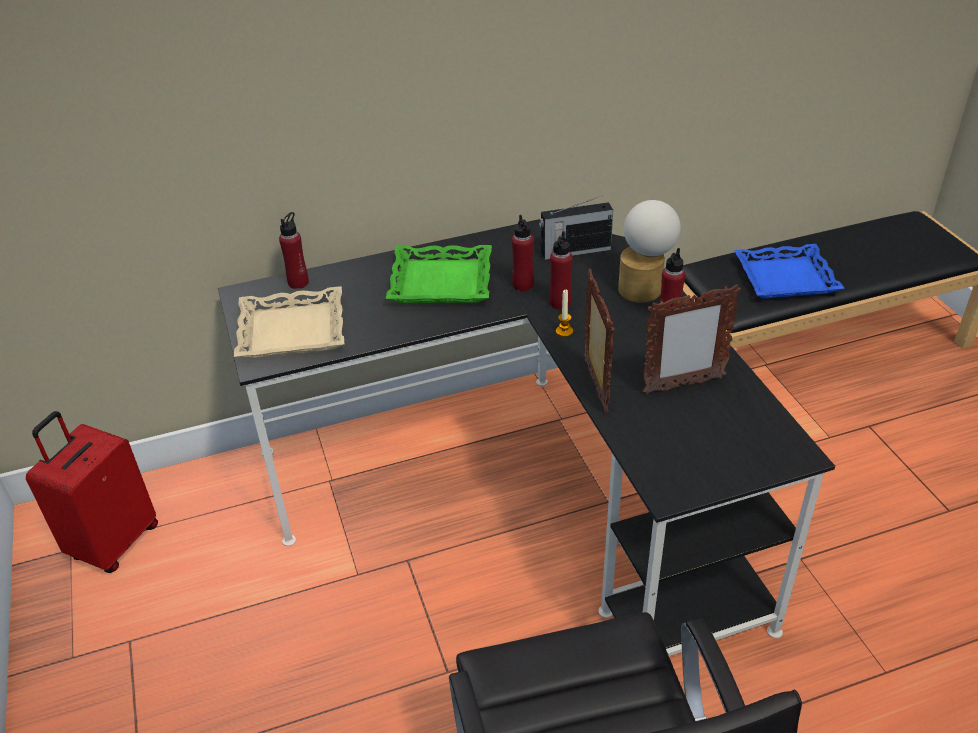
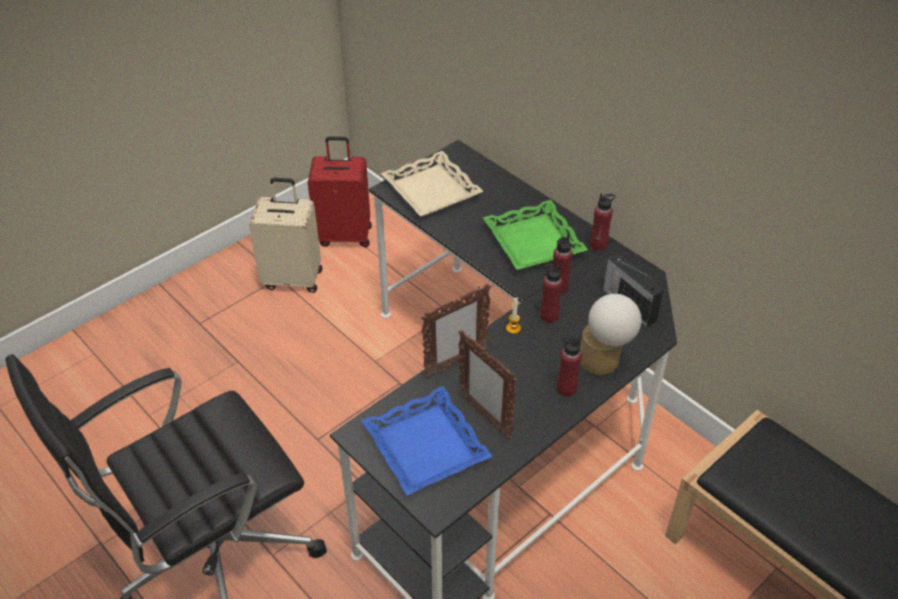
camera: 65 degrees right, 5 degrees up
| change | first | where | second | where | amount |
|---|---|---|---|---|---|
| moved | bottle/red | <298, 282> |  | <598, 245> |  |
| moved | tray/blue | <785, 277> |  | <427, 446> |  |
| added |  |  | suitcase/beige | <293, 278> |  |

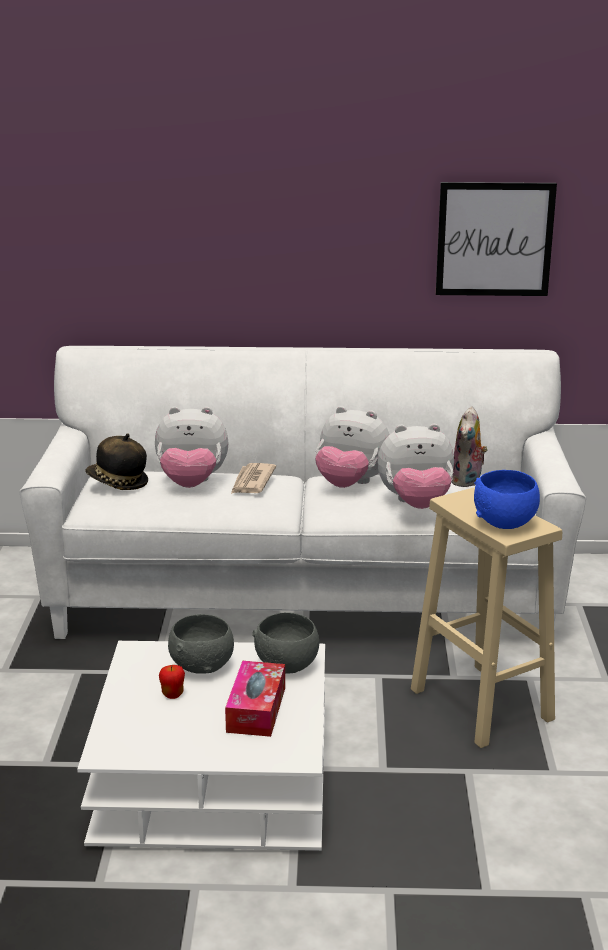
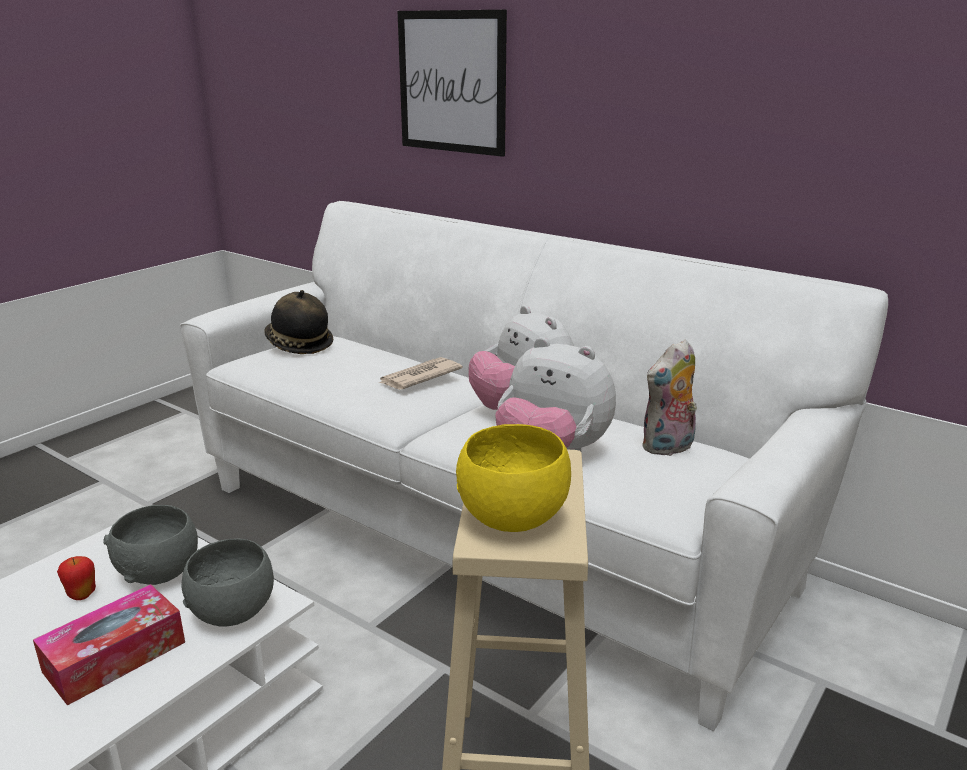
camera: 35 degrees right, 0 degrees up
| change | first | where | second | where | amount |
|---|---|---|---|---|---|
| moved | picture | <494, 239> |  | <452, 82> |  |
| removed | plush toy | <192, 484> |  |  |  |
| recoloured | bowl/blue | <505, 523> | bowl/yellow | <513, 518> |  |

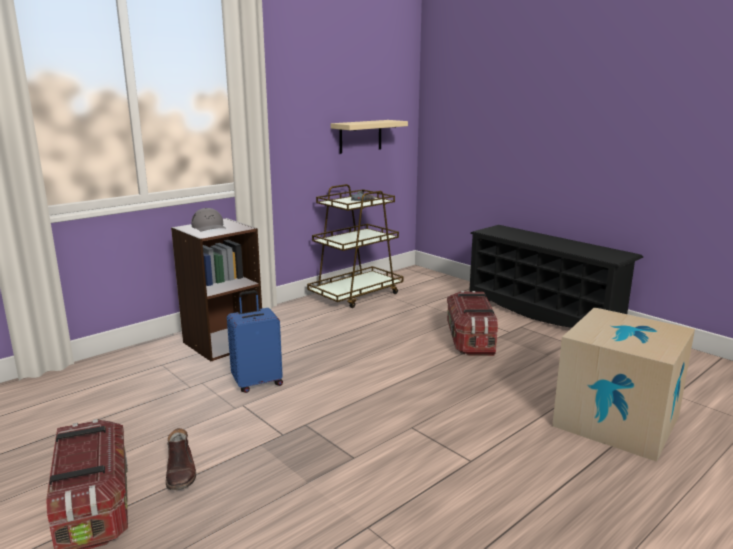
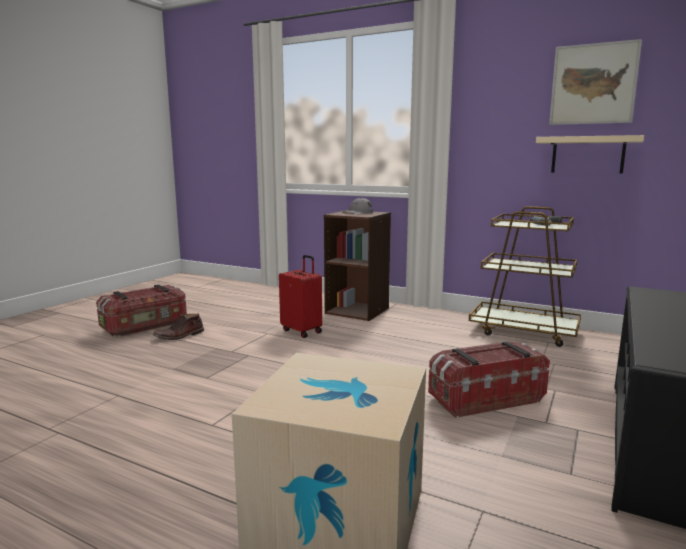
camera: 70 degrees right, 5 degrees down
| change | first | where | second | where | amount |
|---|---|---|---|---|---|
| recoloured | suitcase/blue | <257, 383> | suitcase/red | <302, 331> |  |
| added |  |  | picture | <593, 84> |  |

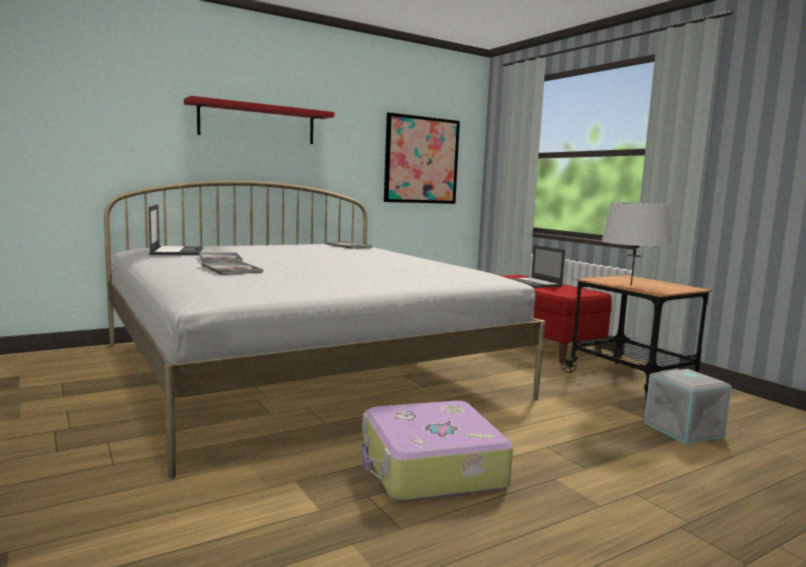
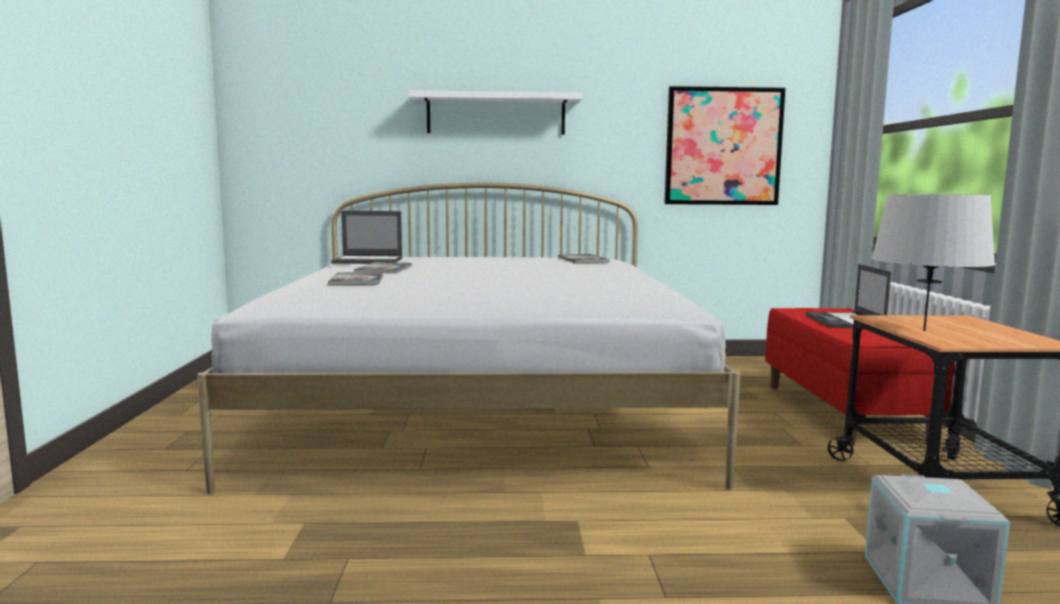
camera: 30 degrees right, 0 degrees up
| change | first | where | second | where | amount |
|---|---|---|---|---|---|
| recoloured | shelf/red | <257, 123> | shelf/white | <496, 114> |  |
| turned | laptop | <177, 251> |  | <368, 261> | 75 degrees clockwise |
| removed | suitcase | <431, 468> |  |  |  |

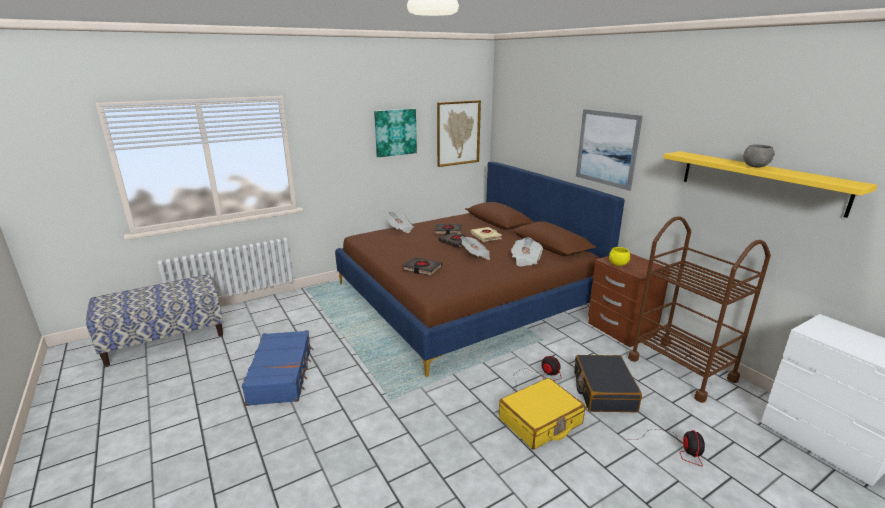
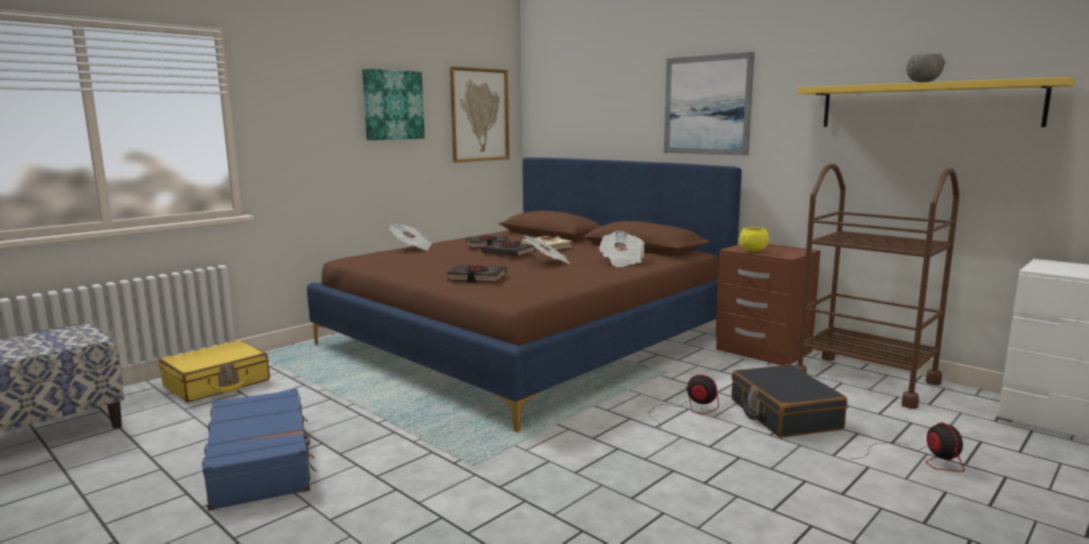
camera: 15 degrees left, 10 degrees down
| change | first | where | second | where | amount |
|---|---|---|---|---|---|
| moved | suitcase/yellow | <540, 421> |  | <217, 384> |  |

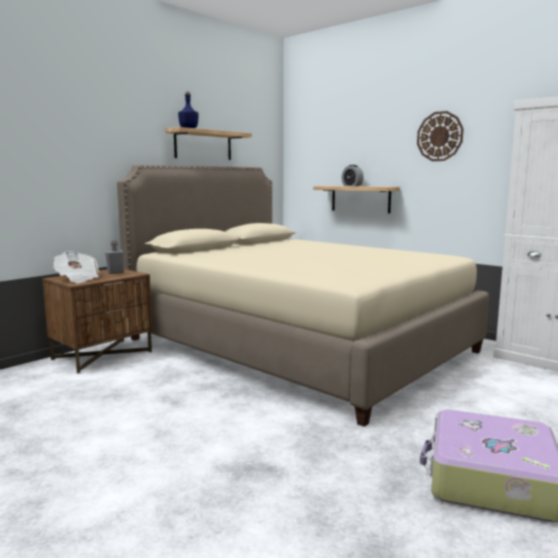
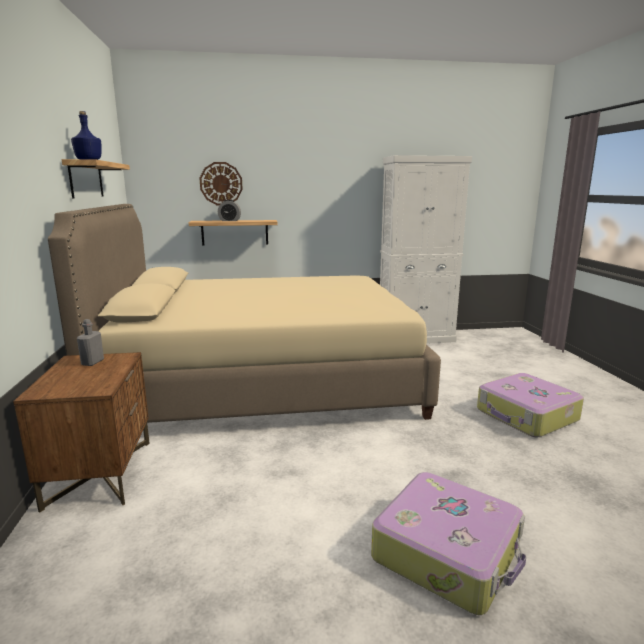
camera: 50 degrees left, 5 degrees up
| change | first | where | second | where | amount |
|---|---|---|---|---|---|
| moved | wall clock | <439, 136> |  | <221, 183> |  |
| removed | newspaper | <77, 279> |  |  |  |
| added |  |  | suitcase | <448, 552> |  |

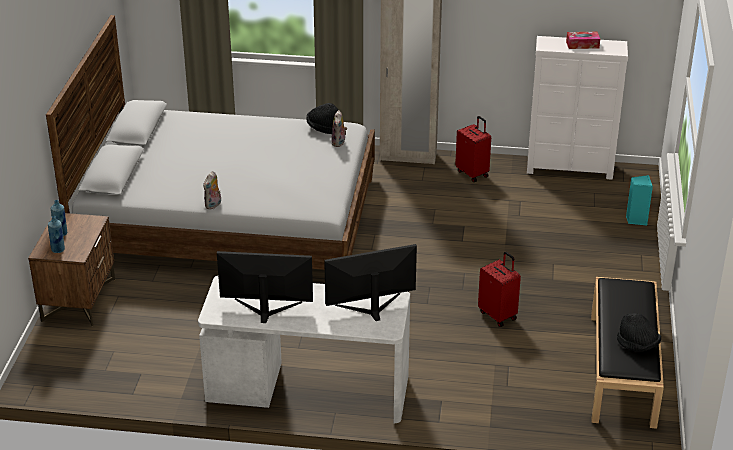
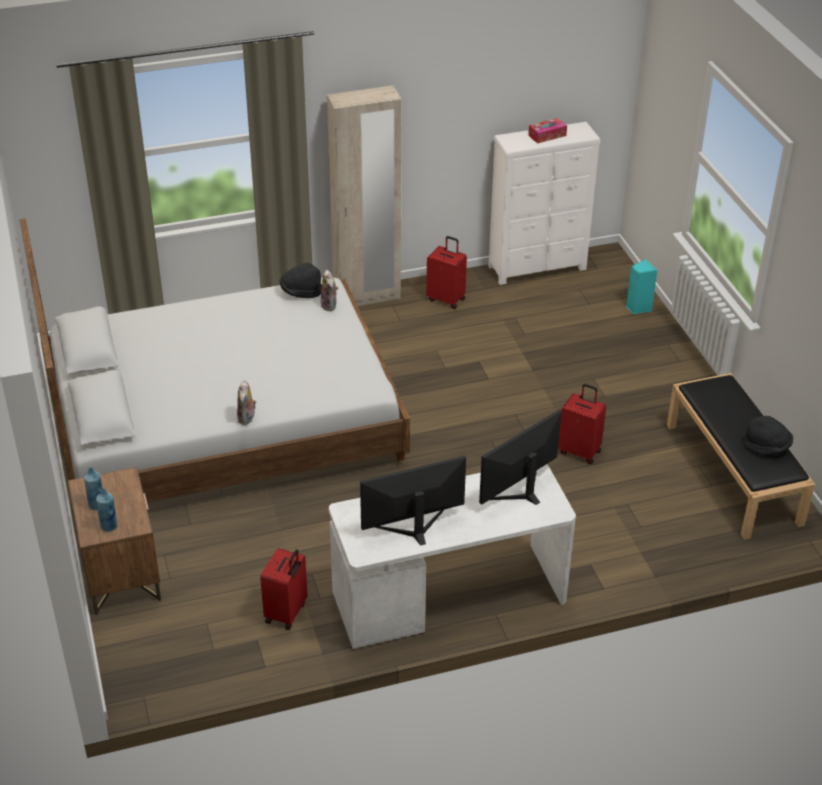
camera: 25 degrees left, 5 degrees up
| change | first | where | second | where | amount |
|---|---|---|---|---|---|
| added |  |  | suitcase/red | <287, 613> |  |

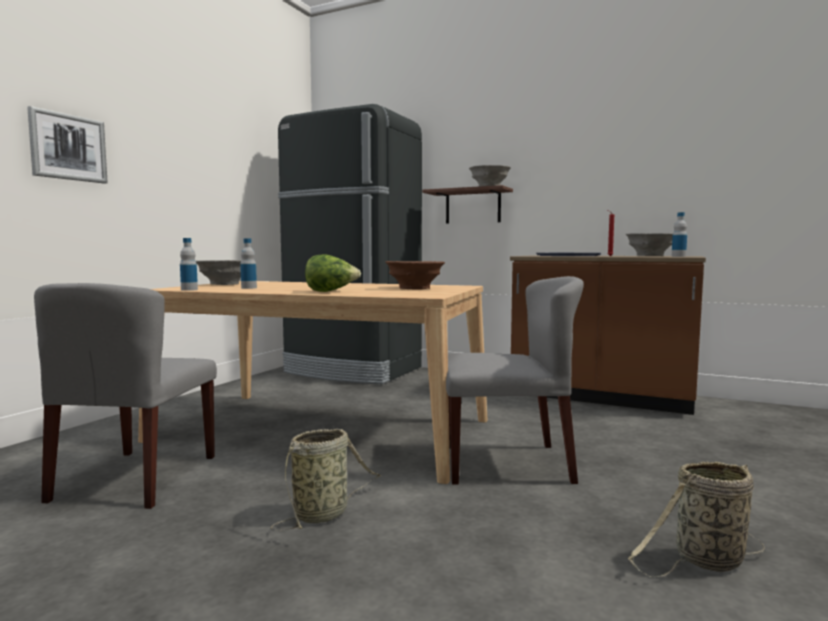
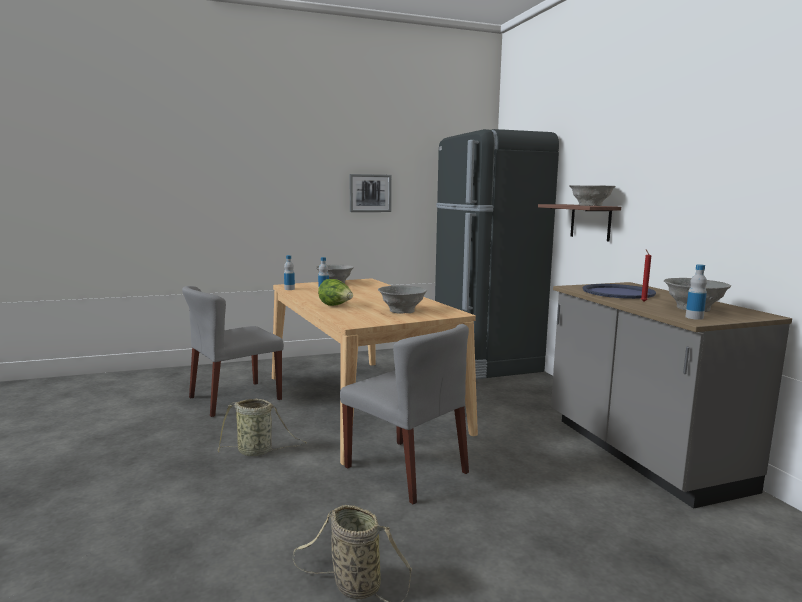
camera: 45 degrees right, 5 degrees up
| change | first | where | second | where | amount |
|---|---|---|---|---|---|
| moved | picture | <68, 147> |  | <370, 193> |  |
| recoloured | counter/brown | <601, 397> | counter/grey | <640, 454> |  |
| recoloured | bowl/brown | <414, 288> | bowl/grey | <402, 311> |  |

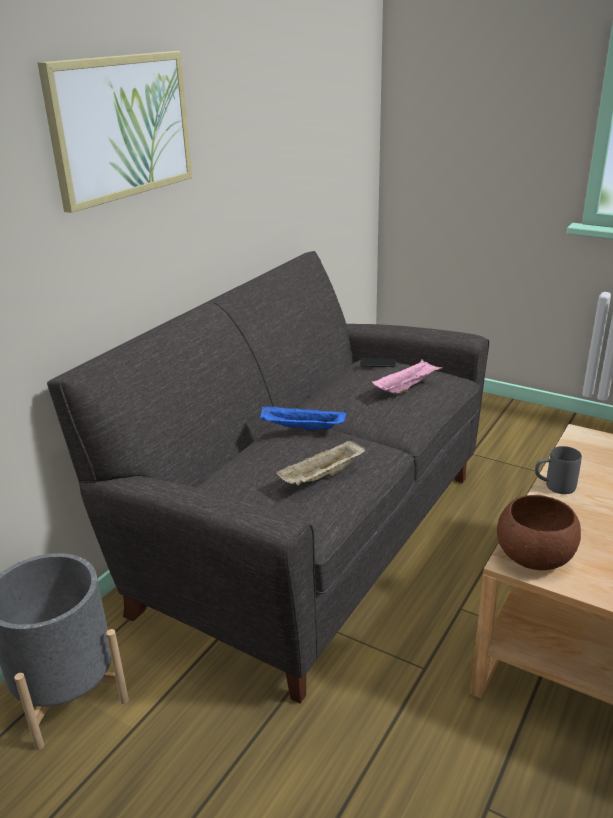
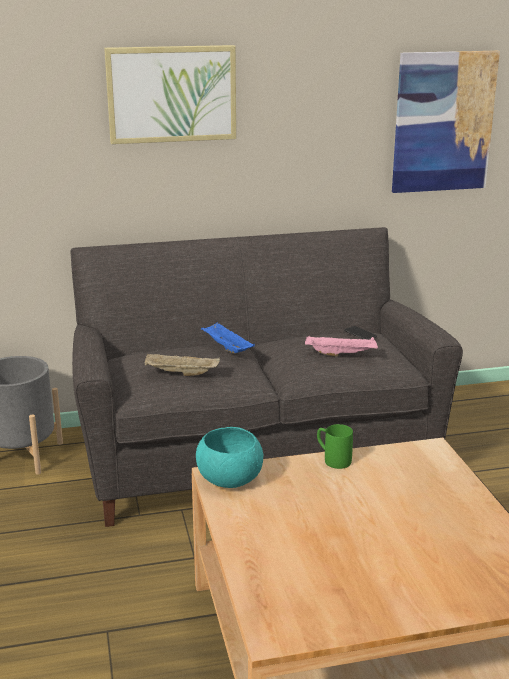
camera: 45 degrees right, 5 degrees down
| change | first | where | second | where | amount |
|---|---|---|---|---|---|
| recoloured | mug/grey | <553, 486> | mug/green | <332, 459> |  |
| recoloured | bowl/brown | <533, 557> | bowl/turquoise | <229, 479> |  |
| added |  |  | picture | <443, 122> |  |

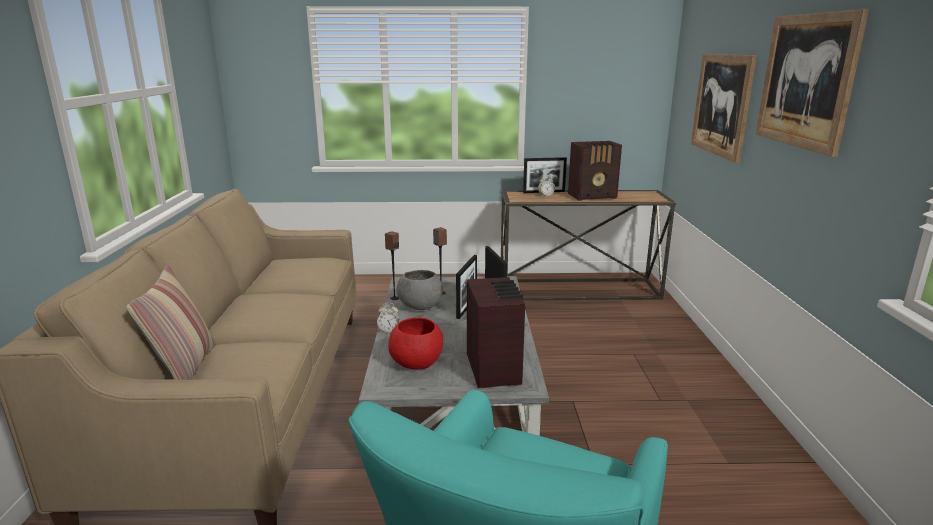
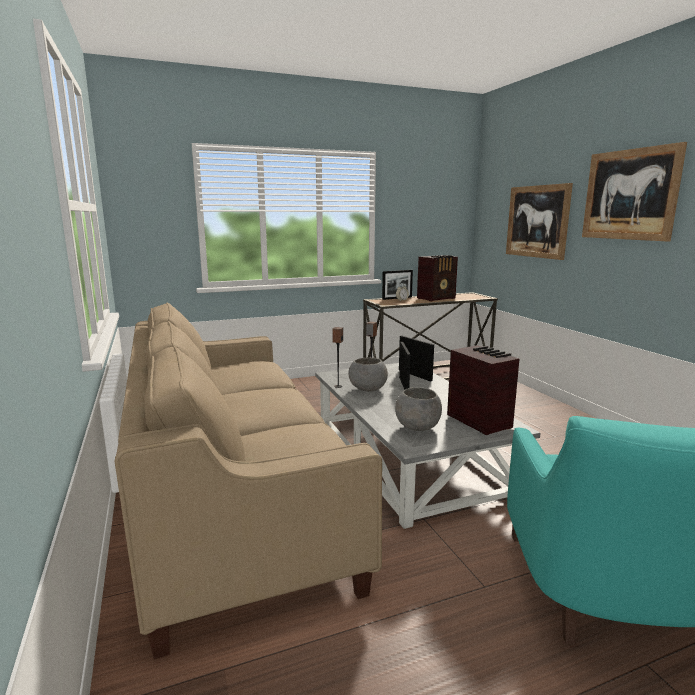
camera: 20 degrees left, 5 degrees down
| change | first | where | second | where | amount |
|---|---|---|---|---|---|
| removed | pillow | <185, 369> |  |  |  |
| removed | alarm clock | <388, 330> |  |  |  |
| recoloured | bowl/red | <416, 364> | bowl/grey | <417, 427> |  |

